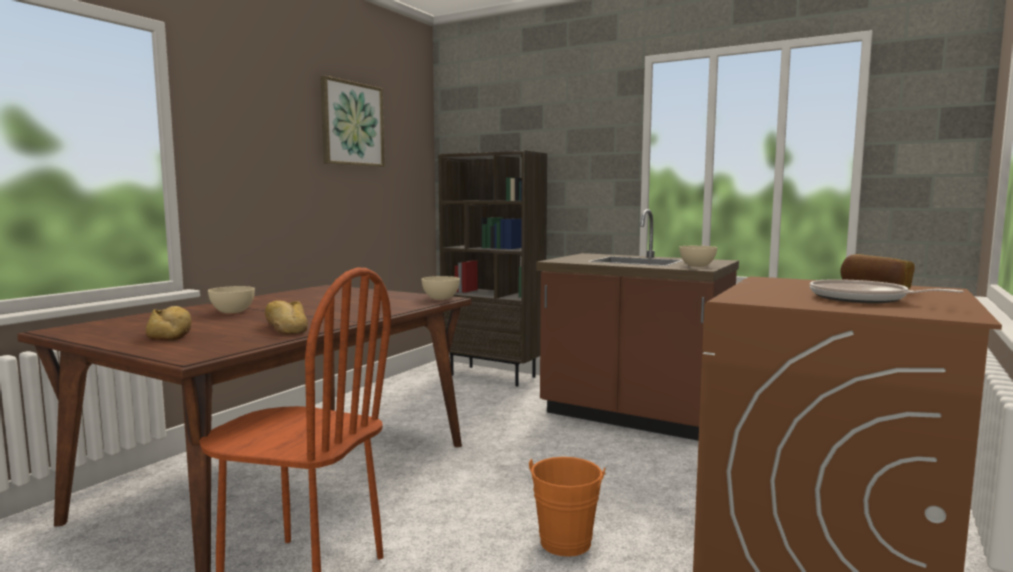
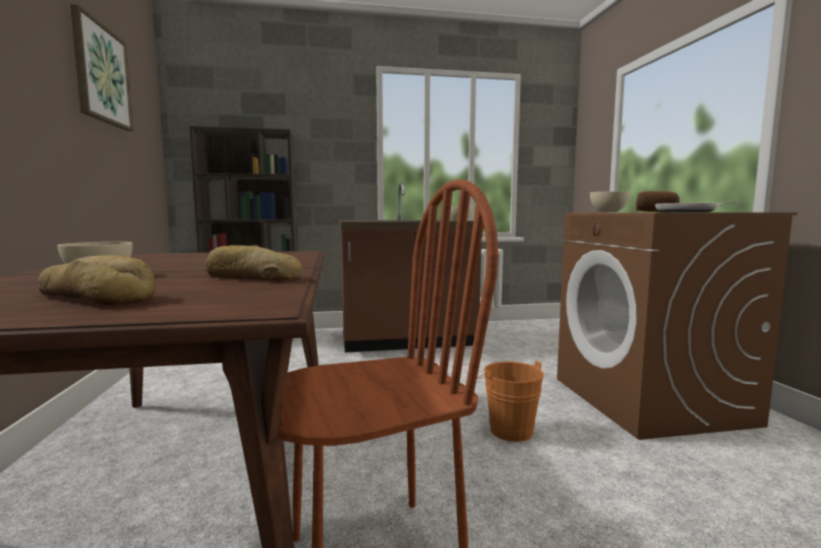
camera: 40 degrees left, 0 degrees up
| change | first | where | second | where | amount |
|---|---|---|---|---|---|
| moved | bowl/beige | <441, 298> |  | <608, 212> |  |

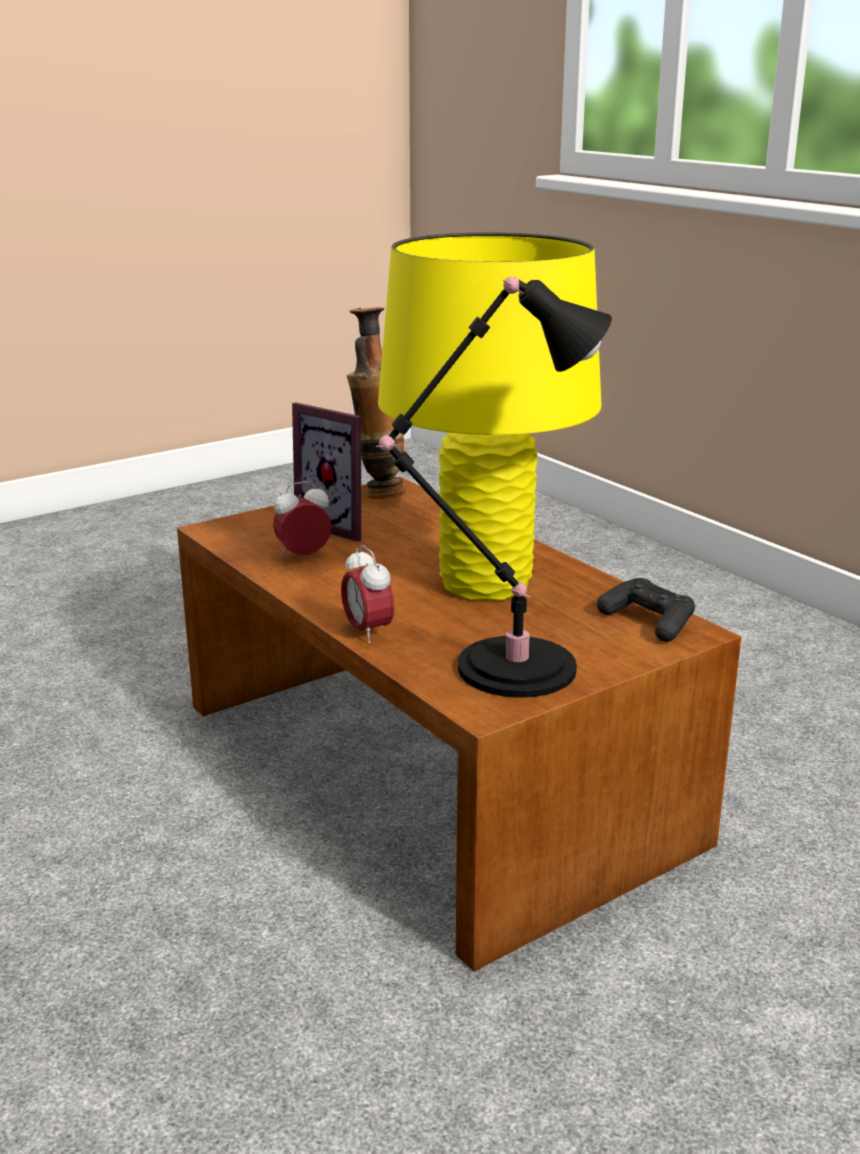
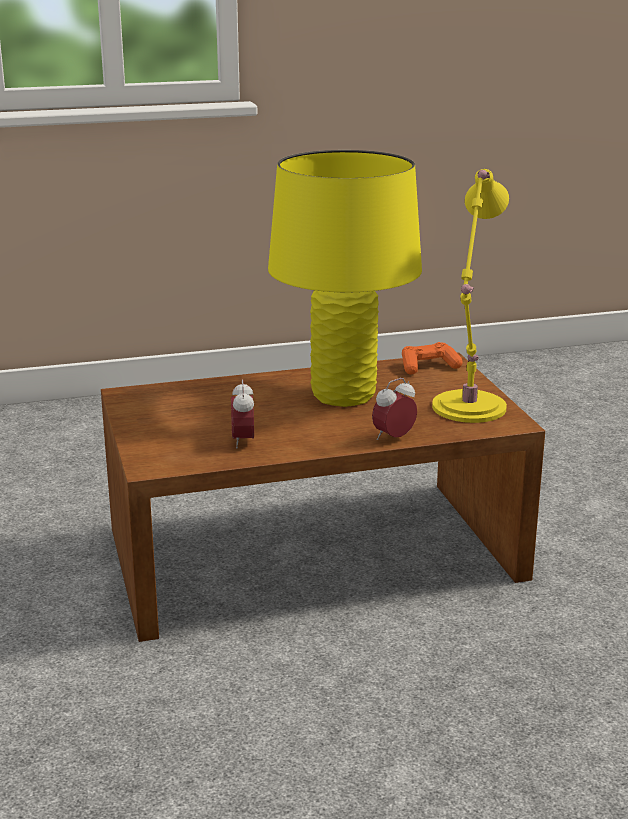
camera: 70 degrees left, 0 degrees up
| change | first | where | second | where | amount |
|---|---|---|---|---|---|
| recoloured | table lamp/black | <505, 668> | table lamp/yellow | <467, 410> |  |
| removed | vase | <379, 493> |  |  |  |
| removed | picture frame | <341, 525> |  |  |  |
| turned | alarm clock | <368, 632> |  | <393, 438> | 150 degrees clockwise |
| recoloured | game controller/black | <648, 621> | game controller/orange | <428, 367> |  |

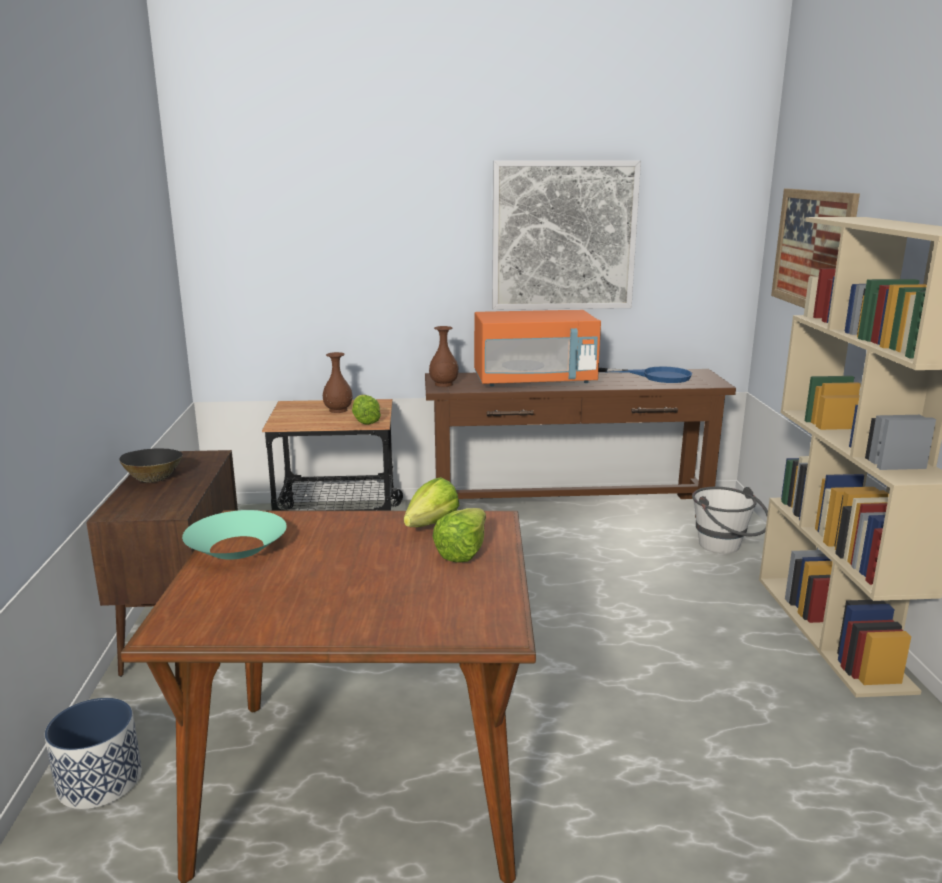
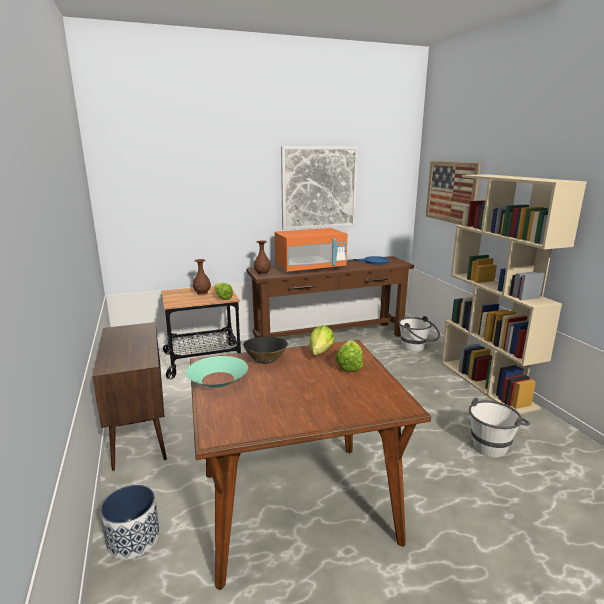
camera: 15 degrees left, 0 degrees up
| change | first | where | second | where | amount |
|---|---|---|---|---|---|
| moved | bowl/black | <154, 478> |  | <266, 359> |  |
| added |  |  | bucket/white | <492, 444> |  |

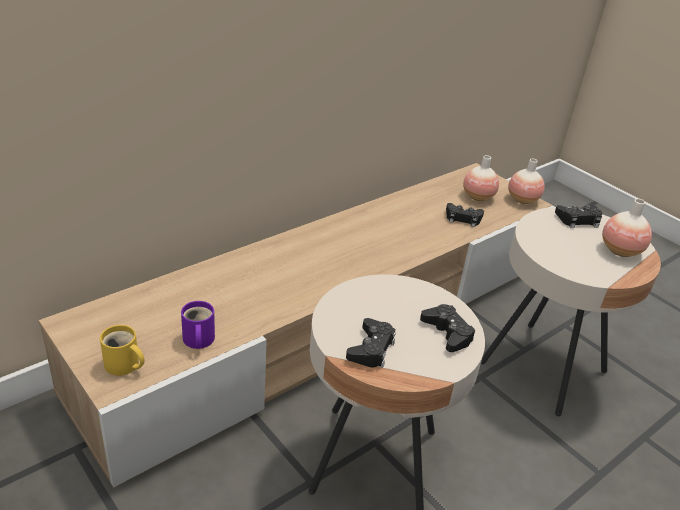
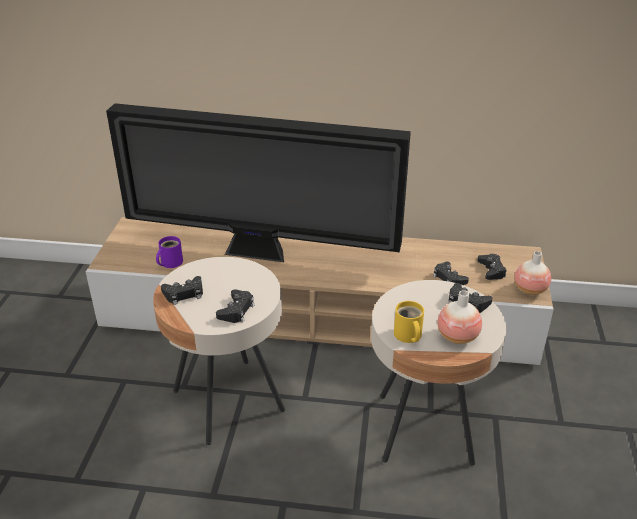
camera: 50 degrees right, 0 degrees up
| change | first | where | second | where | amount |
|---|---|---|---|---|---|
| replaced | vase | <478, 197> | game controller/black | <491, 270> |  |
| moved | mug/yellow | <123, 366> |  | <407, 336> |  |
| added |  |  | television | <261, 254> |  |

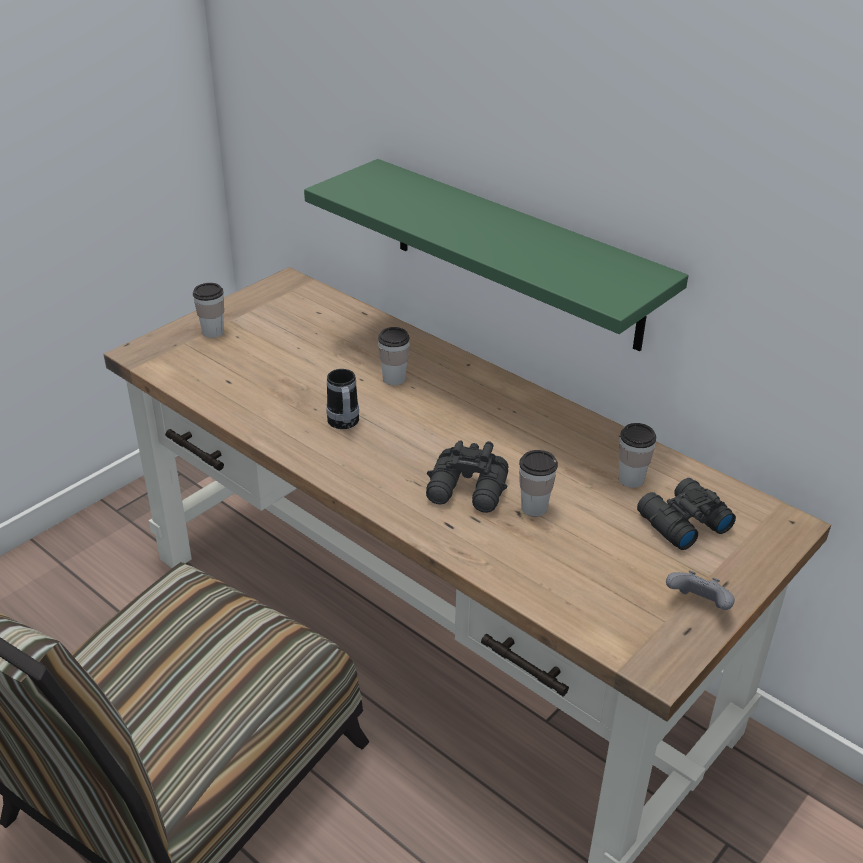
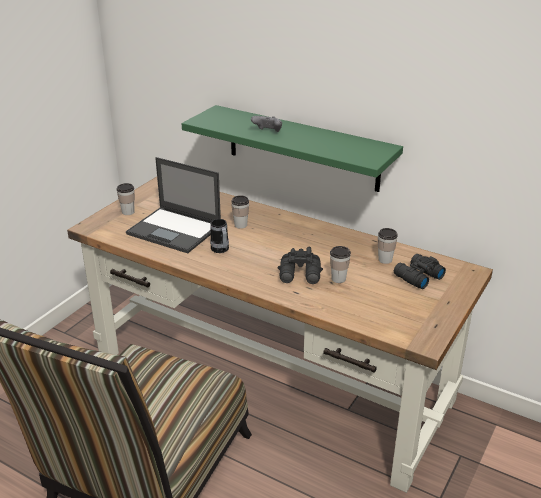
camera: 10 degrees left, 5 degrees down
| change | first | where | second | where | amount |
|---|---|---|---|---|---|
| moved | game controller/grey | <698, 605> |  | <268, 132> |  |
| added |  |  | laptop | <175, 230> |  |

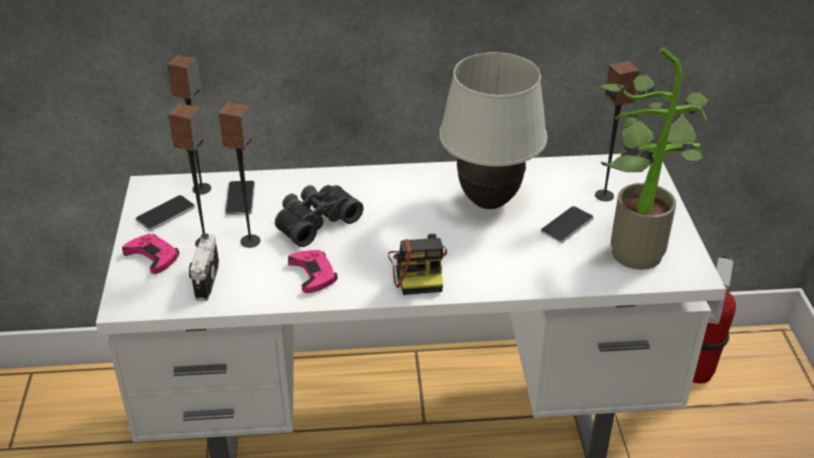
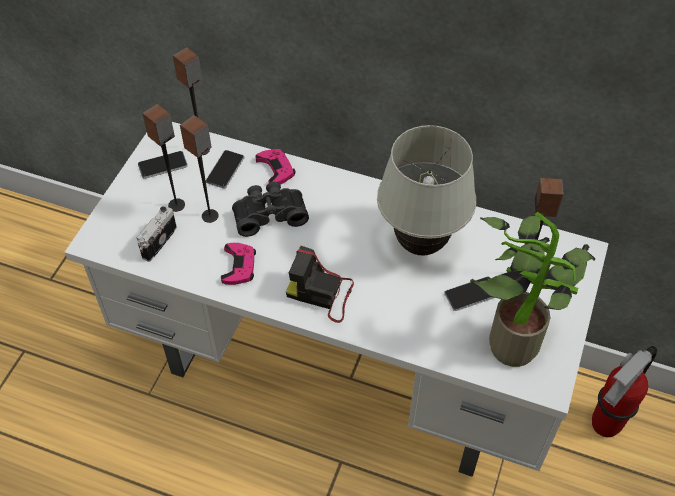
camera: 25 degrees right, 15 degrees up
| change | first | where | second | where | amount |
|---|---|---|---|---|---|
| moved | game controller/pink | <153, 256> |  | <276, 169> |  |
| turned | photo camera | <419, 270> |  | <322, 294> | 90 degrees clockwise |

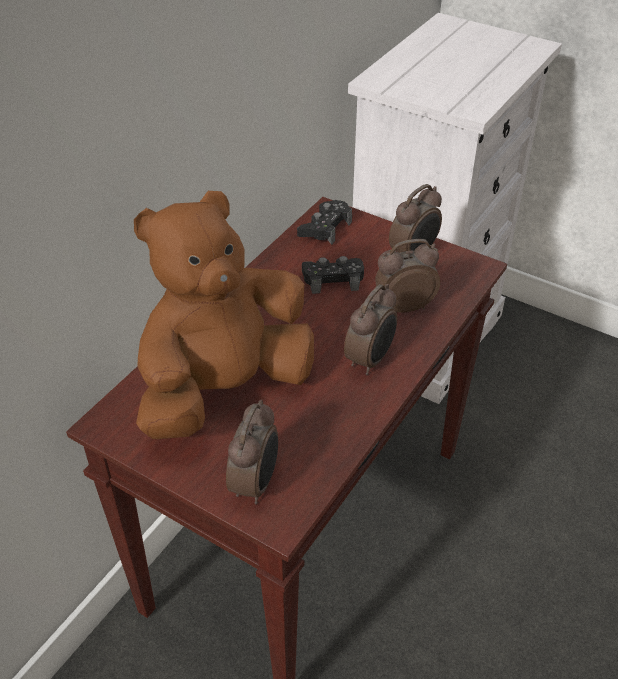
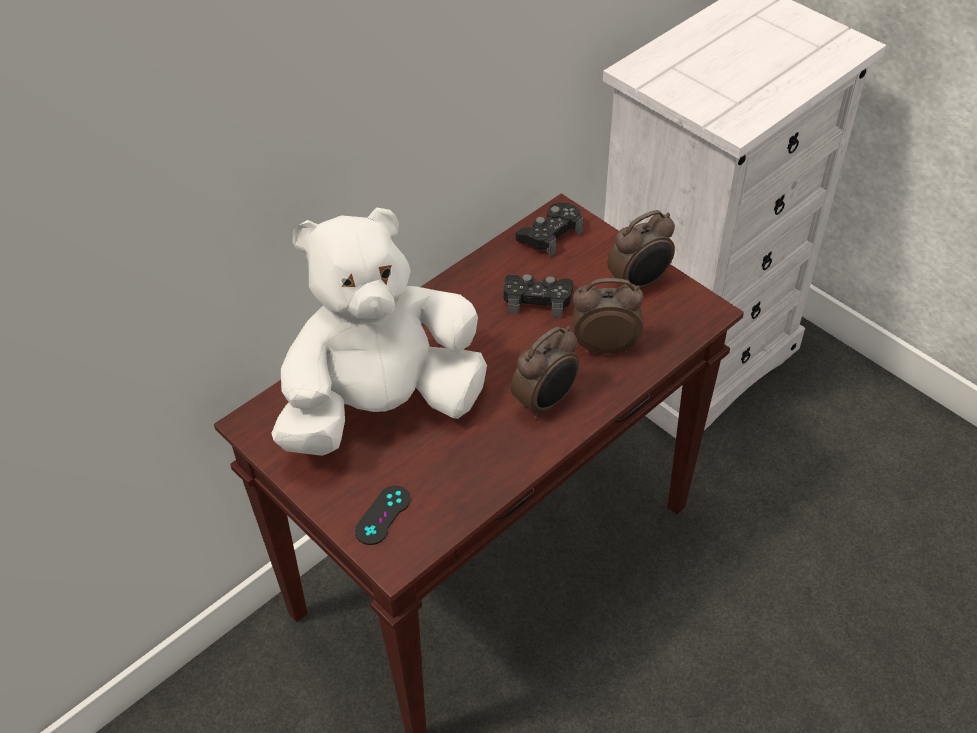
camera: 15 degrees right, 5 degrees up
| change | first | where | second | where | amount |
|---|---|---|---|---|---|
| recoloured | plush toy/brown | <224, 389> | plush toy/white | <382, 407> |  |
| replaced | alarm clock | <256, 483> | game controller/black | <383, 515> |  |

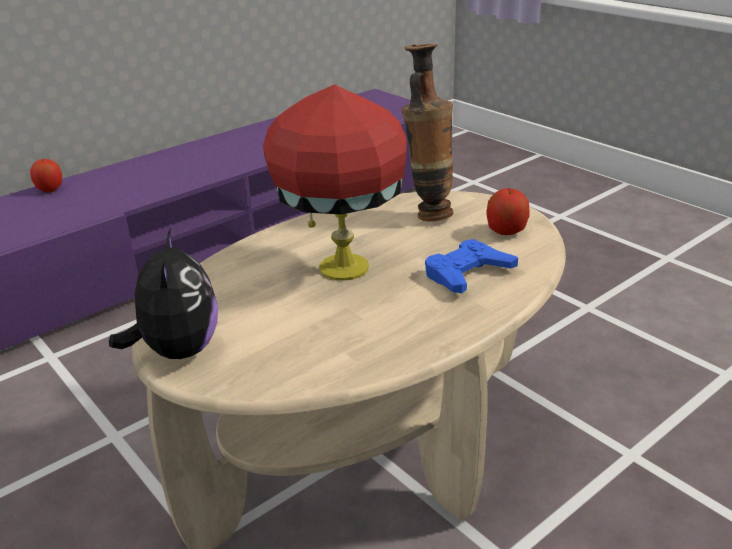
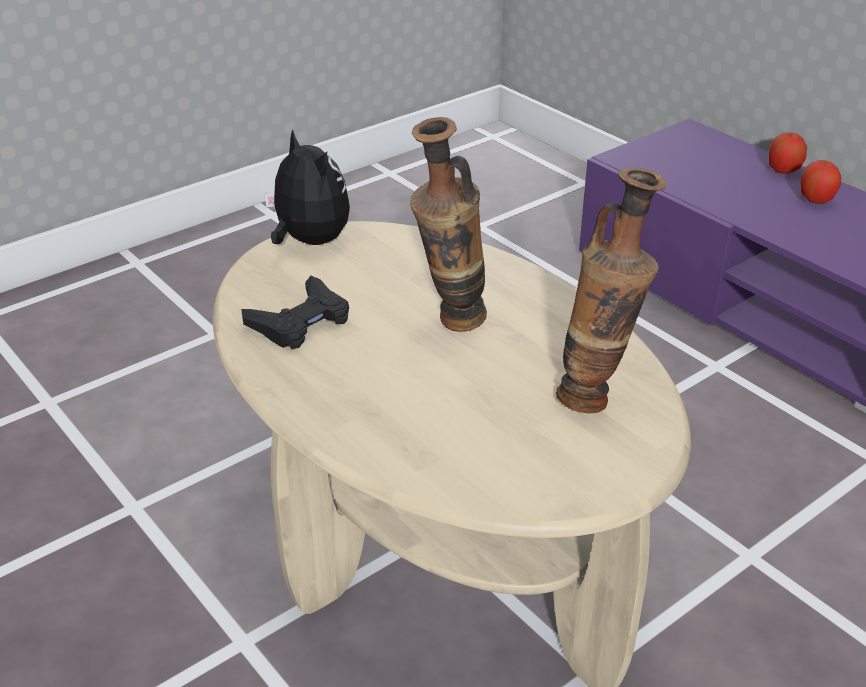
camera: 90 degrees right, 5 degrees up
| change | first | where | second | where | amount |
|---|---|---|---|---|---|
| replaced | table lamp/red | <342, 266> | vase | <449, 325> |  |
| moved | apple | <506, 231> |  | <816, 200> |  |
| turned | plush toy | <178, 350> |  | <309, 241> | 120 degrees counterclockwise |
| removed | game controller/blue | <467, 273> |  |  |  |
| added |  |  | game controller/black | <300, 322> |  |

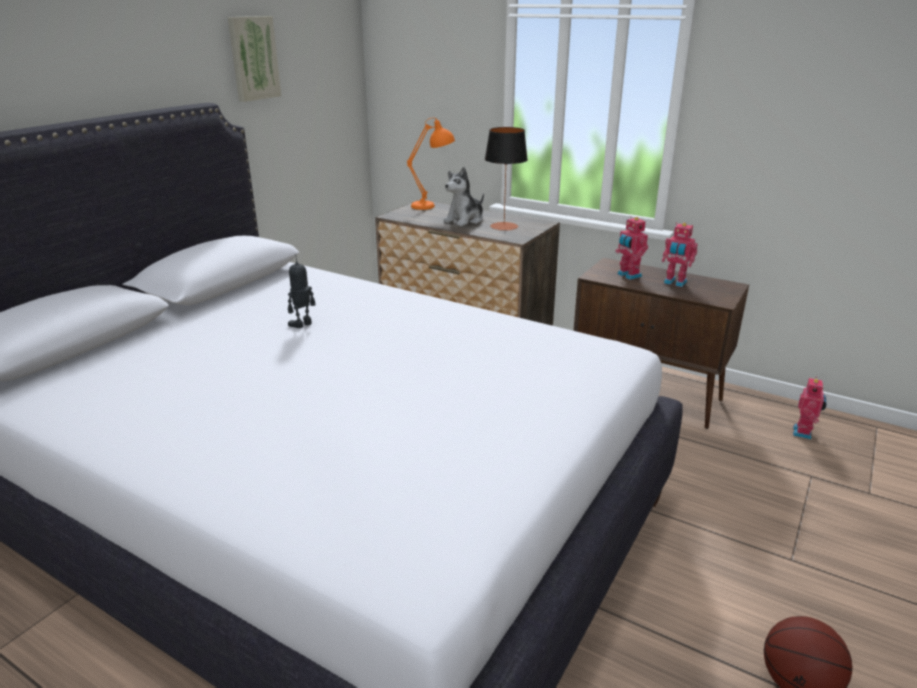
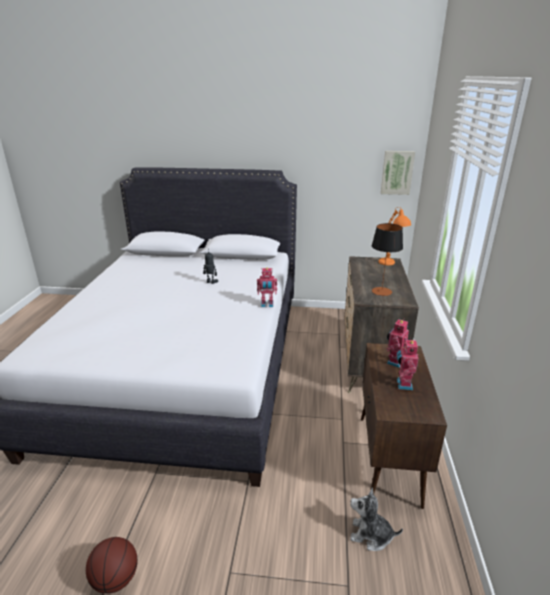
camera: 65 degrees right, 0 degrees up
| change | first | where | second | where | amount |
|---|---|---|---|---|---|
| moved | picture | <253, 58> |  | <397, 172> |  |
| moved | plush toy | <465, 220> |  | <370, 535> |  |
| moved | toy robot | <804, 433> |  | <267, 305> |  |

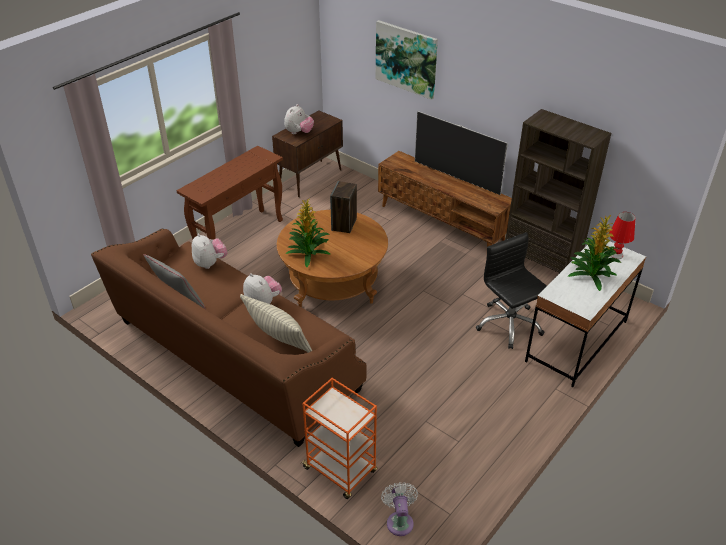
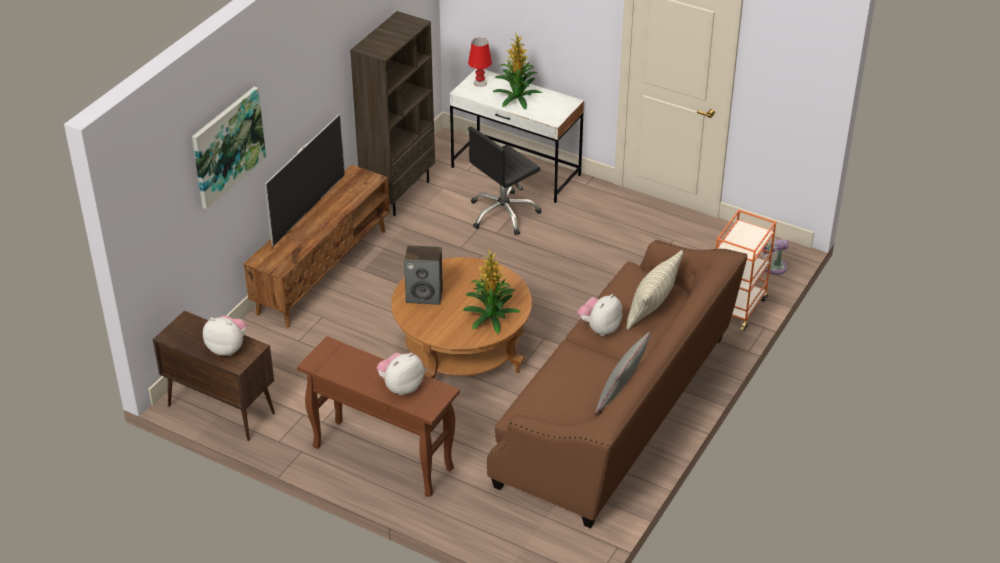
camera: 100 degrees left, 0 degrees up
| change | first | where | second | where | amount |
|---|---|---|---|---|---|
| moved | plush toy | <210, 263> |  | <401, 387> |  |

